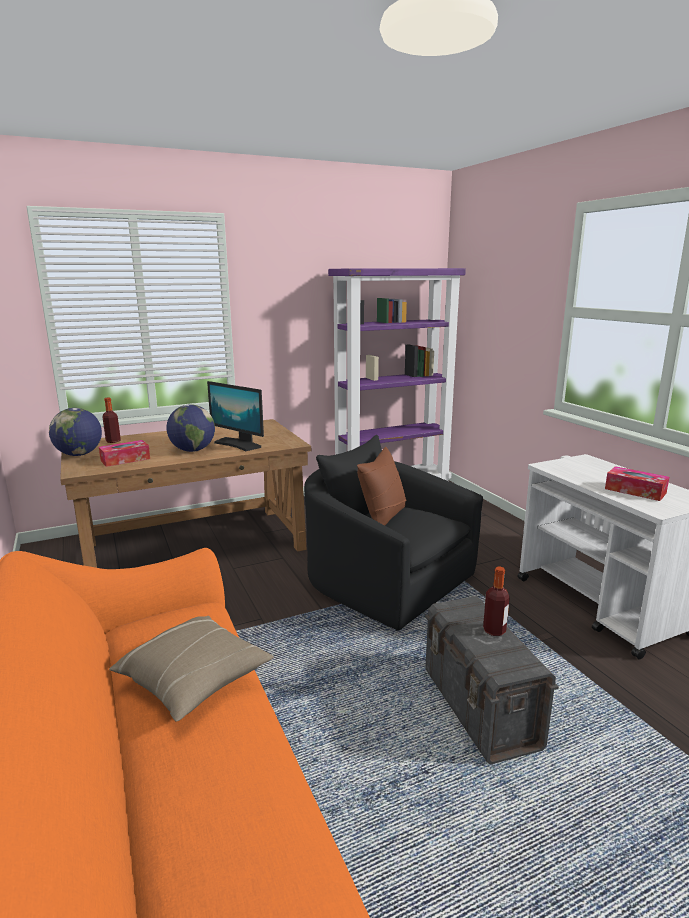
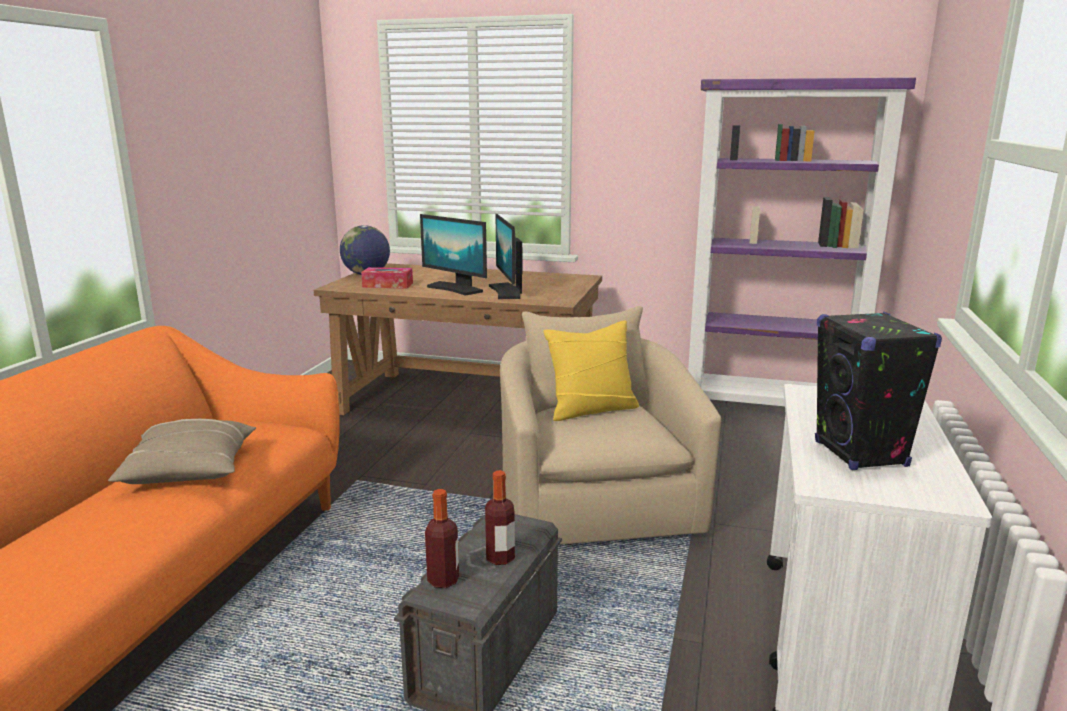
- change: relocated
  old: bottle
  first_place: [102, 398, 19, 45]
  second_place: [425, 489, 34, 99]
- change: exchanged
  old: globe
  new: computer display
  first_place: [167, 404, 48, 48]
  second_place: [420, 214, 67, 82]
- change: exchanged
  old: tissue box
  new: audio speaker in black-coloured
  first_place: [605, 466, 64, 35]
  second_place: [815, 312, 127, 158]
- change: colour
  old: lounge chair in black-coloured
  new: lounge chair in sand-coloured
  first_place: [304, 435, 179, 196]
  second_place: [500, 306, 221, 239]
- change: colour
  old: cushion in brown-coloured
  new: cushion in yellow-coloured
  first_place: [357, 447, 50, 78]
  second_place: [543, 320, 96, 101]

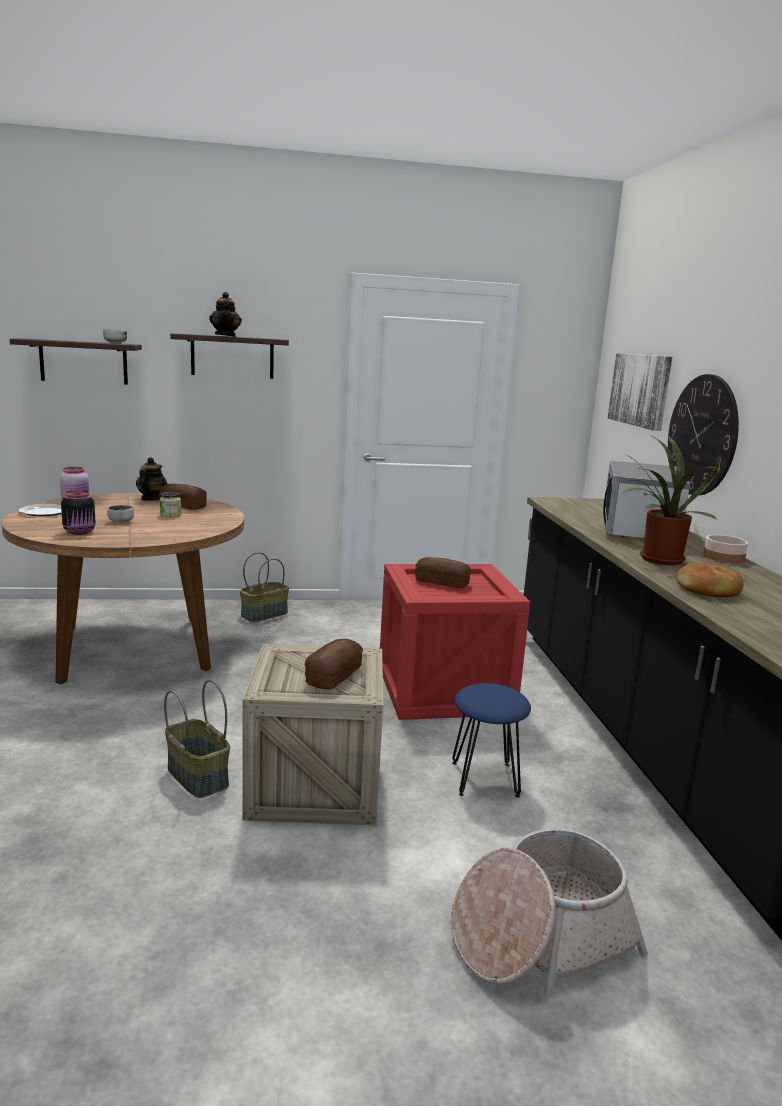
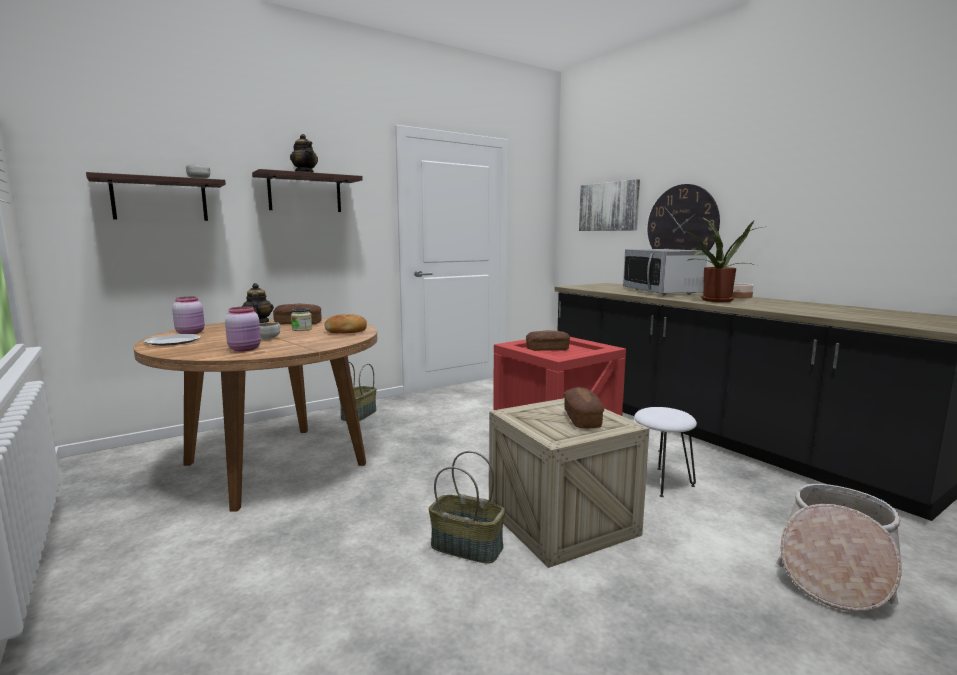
- change: relocated
  old: baked bread
  first_place: [676, 563, 68, 34]
  second_place: [325, 314, 42, 20]
- change: colour
  old: storage jar in black-coloured
  new: storage jar in pink
  first_place: [61, 490, 35, 45]
  second_place: [225, 307, 36, 45]
- change: colour
  old: sitting stool in bluish
  new: sitting stool in whitish
  first_place: [452, 683, 79, 115]
  second_place: [634, 407, 63, 90]

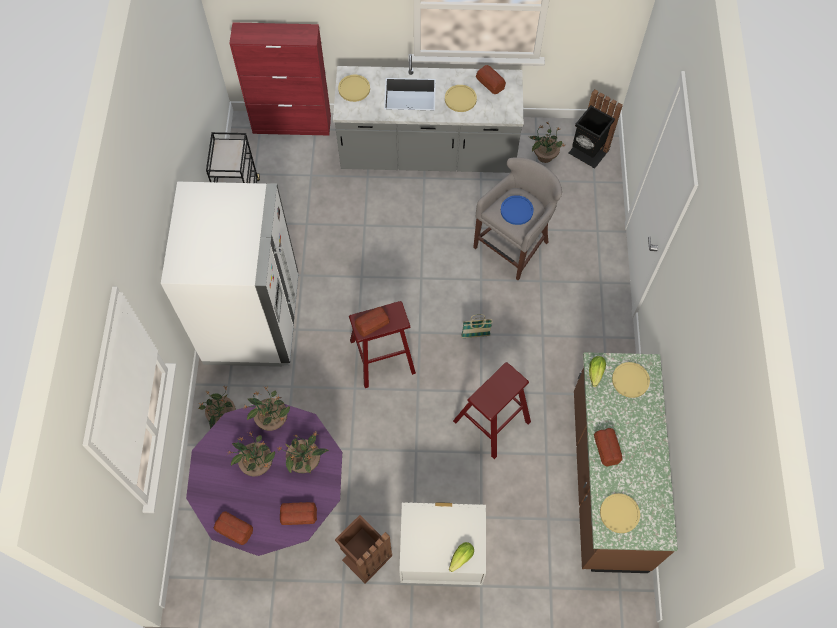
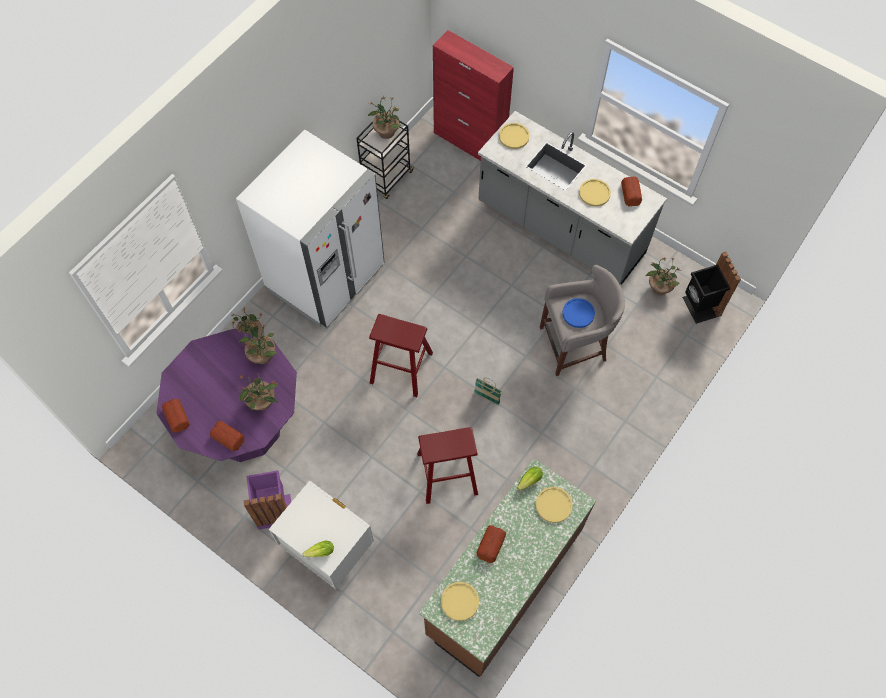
- change: missing
  old: baked bread
  first_place: [355, 307, 35, 30]
- change: relocated
  old: houseplant
  first_place: [227, 432, 48, 44]
  second_place: [368, 96, 34, 43]
- change: colour
  old: trash can in brown-coloured
  new: trash can in purple-coloured
  first_place: [335, 515, 57, 69]
  second_place: [243, 470, 48, 60]

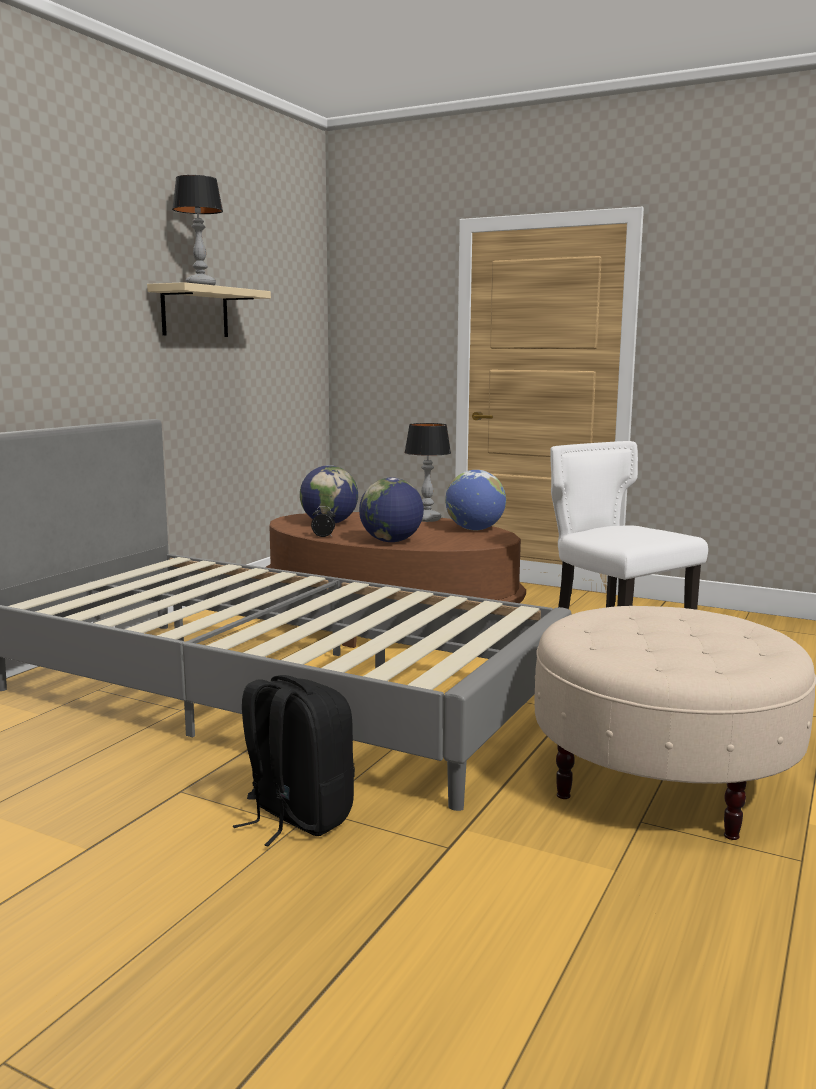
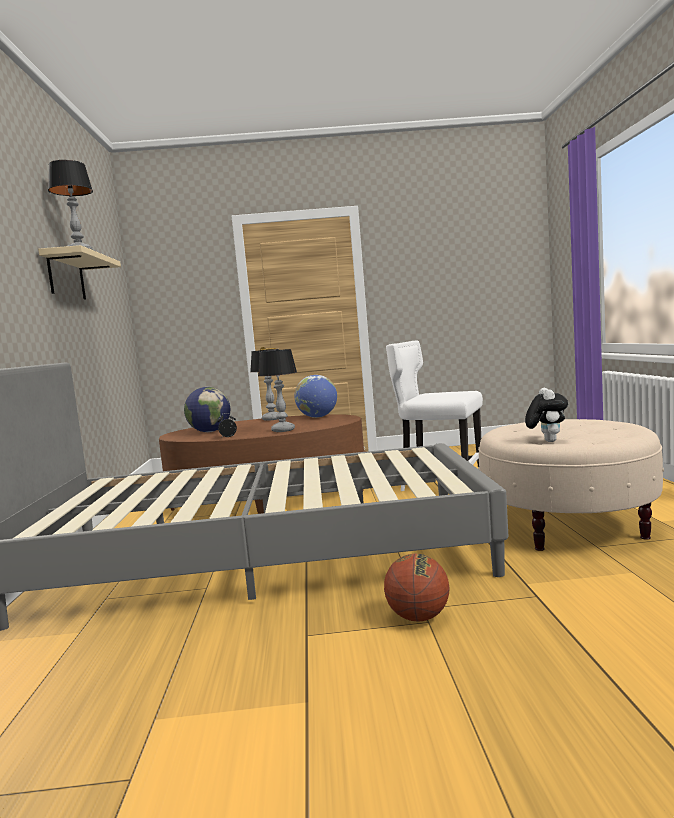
- change: appeared
  new: soft toy
  second_place: [525, 388, 43, 54]
- change: exchanged
  old: rucksack in black-coloured
  new: basketball
  first_place: [233, 675, 122, 171]
  second_place: [384, 554, 66, 68]
- change: exchanged
  old: globe
  new: lamp for a table
  first_place: [359, 477, 65, 65]
  second_place: [258, 349, 39, 83]

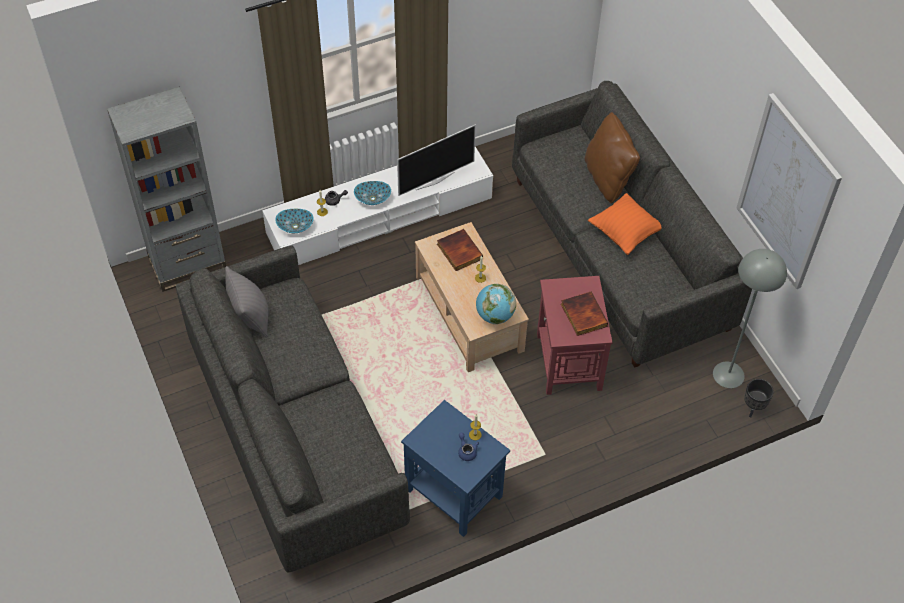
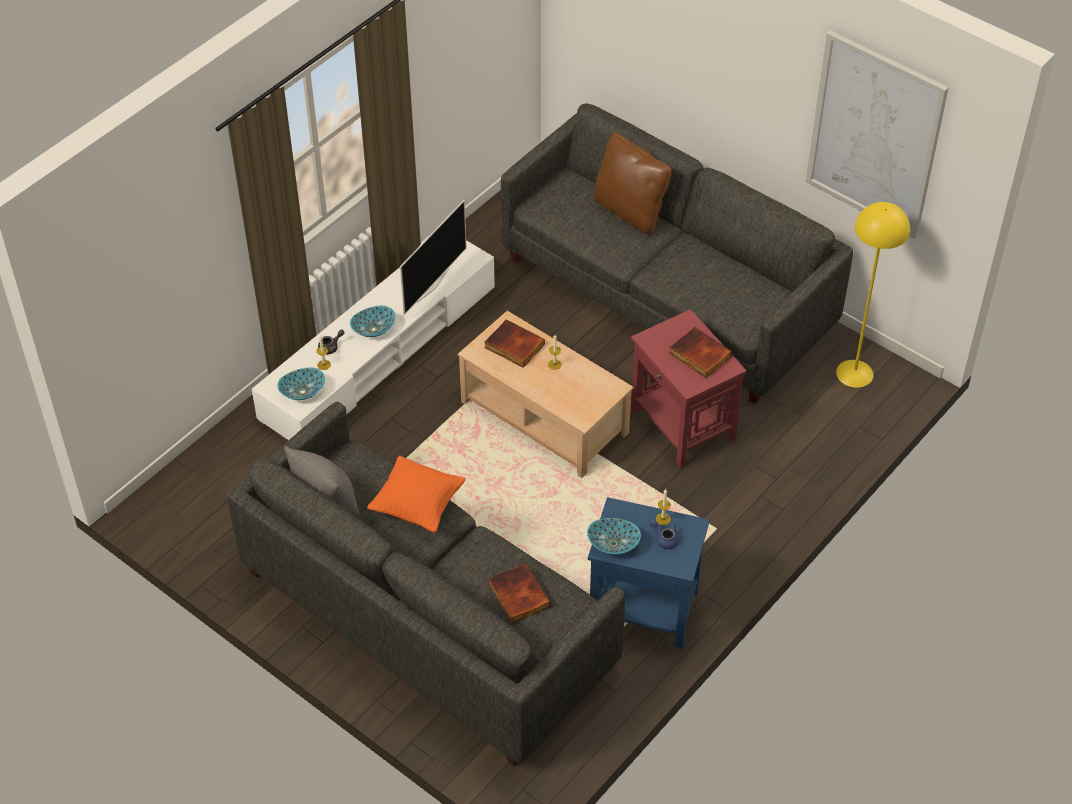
- change: missing
  old: bookcase in grey
  first_place: [107, 86, 119, 206]
- change: missing
  old: globe
  first_place: [476, 284, 40, 40]
- change: missing
  old: planter in black-coloured
  first_place: [744, 379, 30, 38]
- change: appeared
  new: book
  second_place: [488, 563, 62, 60]
- change: appeared
  new: deep dish
  second_place: [587, 518, 54, 36]
- change: relocated
  old: cushion in orangey
  first_place: [588, 193, 74, 62]
  second_place: [367, 455, 99, 78]
- change: colour
  old: standing lamp in grey
  new: standing lamp in yellow-coloured
  first_place: [713, 249, 74, 139]
  second_place: [836, 202, 74, 186]

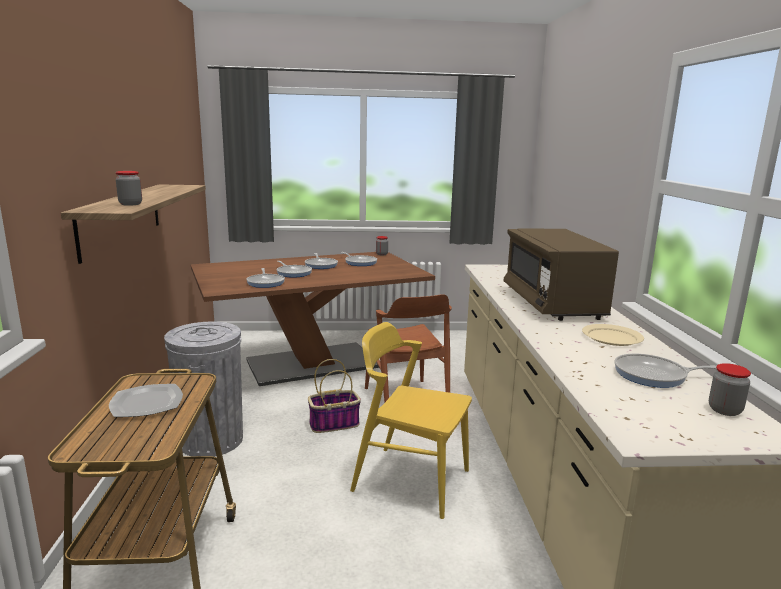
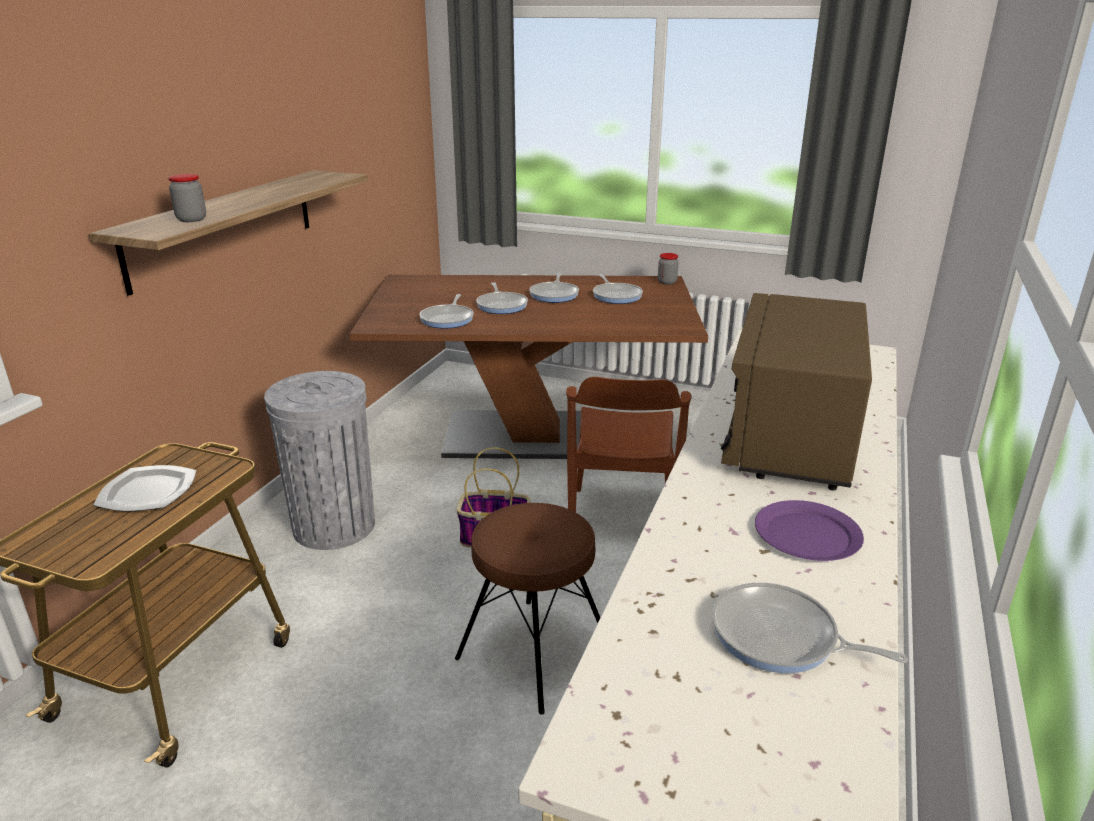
- change: missing
  old: storage jar
  first_place: [709, 363, 42, 53]
- change: exchanged
  old: plain chair in yellow-coloured
  new: sitting stool in brown-coloured
  first_place: [350, 322, 122, 197]
  second_place: [455, 503, 145, 212]
- change: colour
  old: dinner plate in sand-coloured
  new: dinner plate in purple-coloured
  first_place: [582, 324, 62, 22]
  second_place: [755, 500, 109, 61]

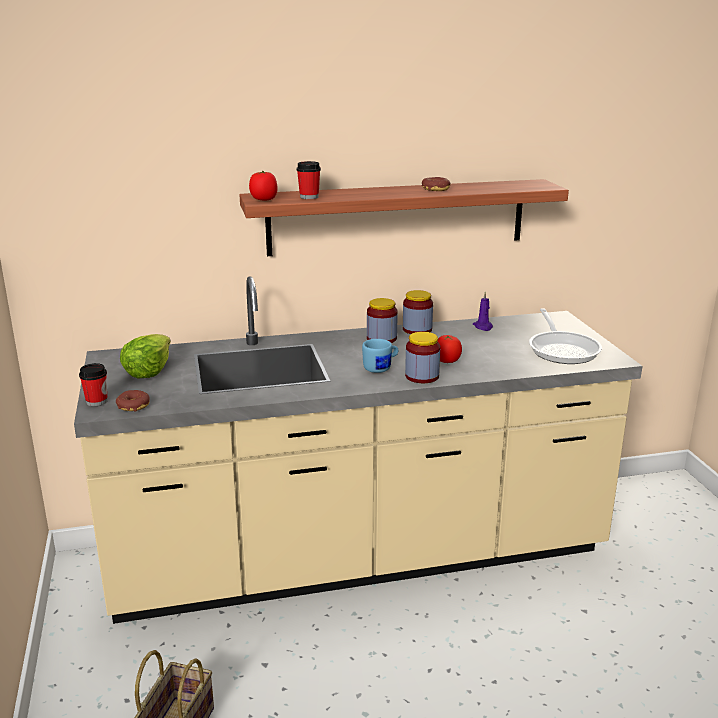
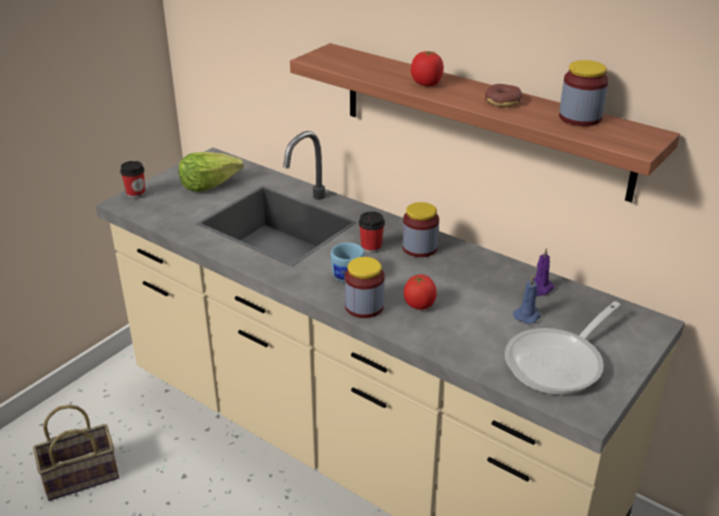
- change: missing
  old: doughnut
  first_place: [116, 390, 33, 22]
- change: appeared
  new: wax light in bluish
  second_place: [513, 275, 28, 49]
- change: relocated
  old: whole tomato
  first_place: [249, 171, 29, 29]
  second_place: [411, 51, 33, 35]
- change: relocated
  old: drinking cup
  first_place: [297, 161, 24, 38]
  second_place: [359, 211, 26, 43]
- change: relocated
  old: storage jar
  first_place: [403, 290, 30, 44]
  second_place: [559, 60, 50, 66]

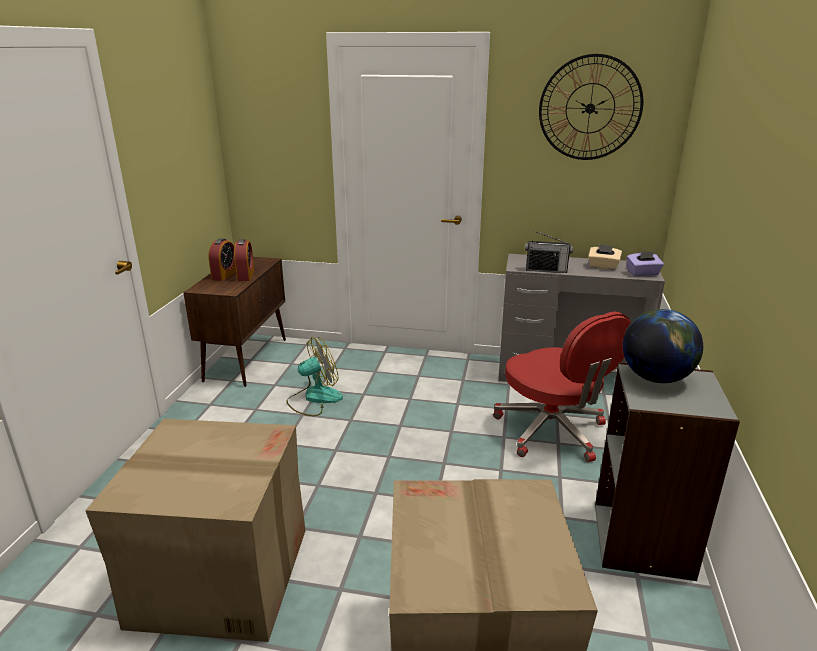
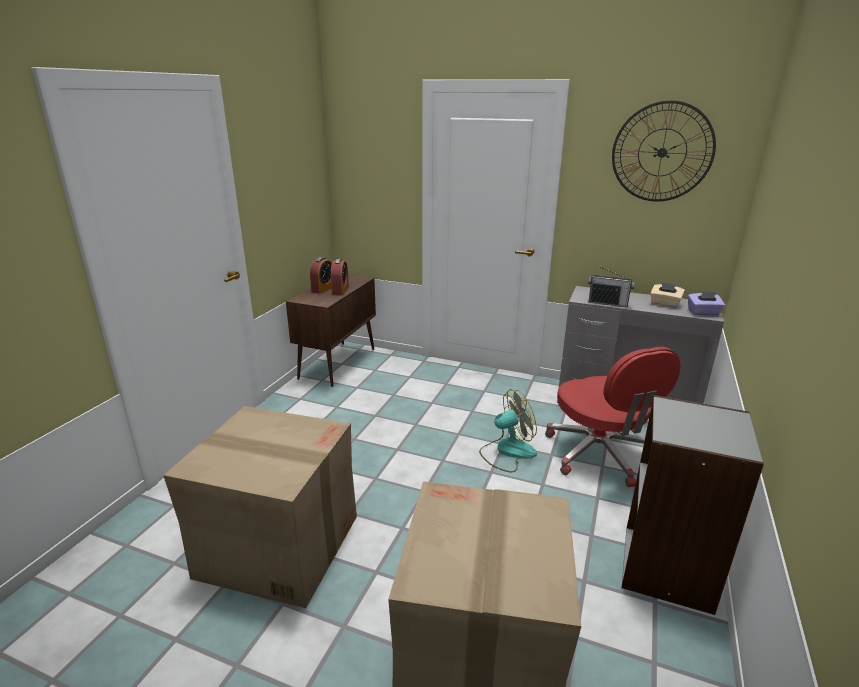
- change: missing
  old: globe
  first_place: [623, 309, 80, 74]
- change: relocated
  old: cooling fan
  first_place: [286, 336, 57, 80]
  second_place: [479, 389, 58, 83]

